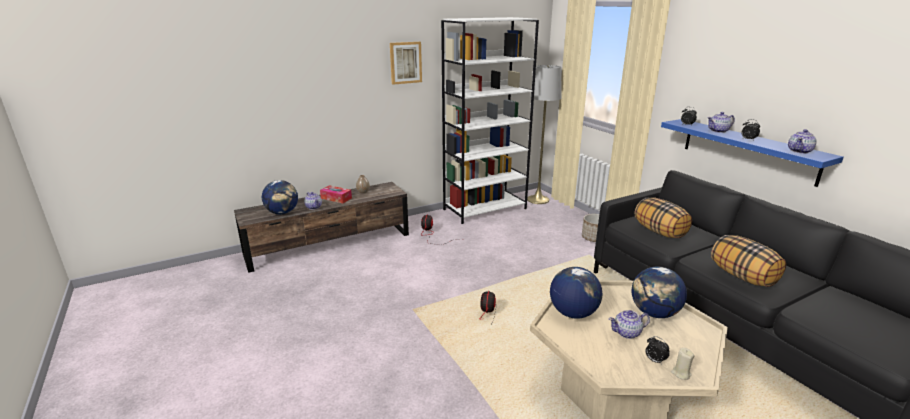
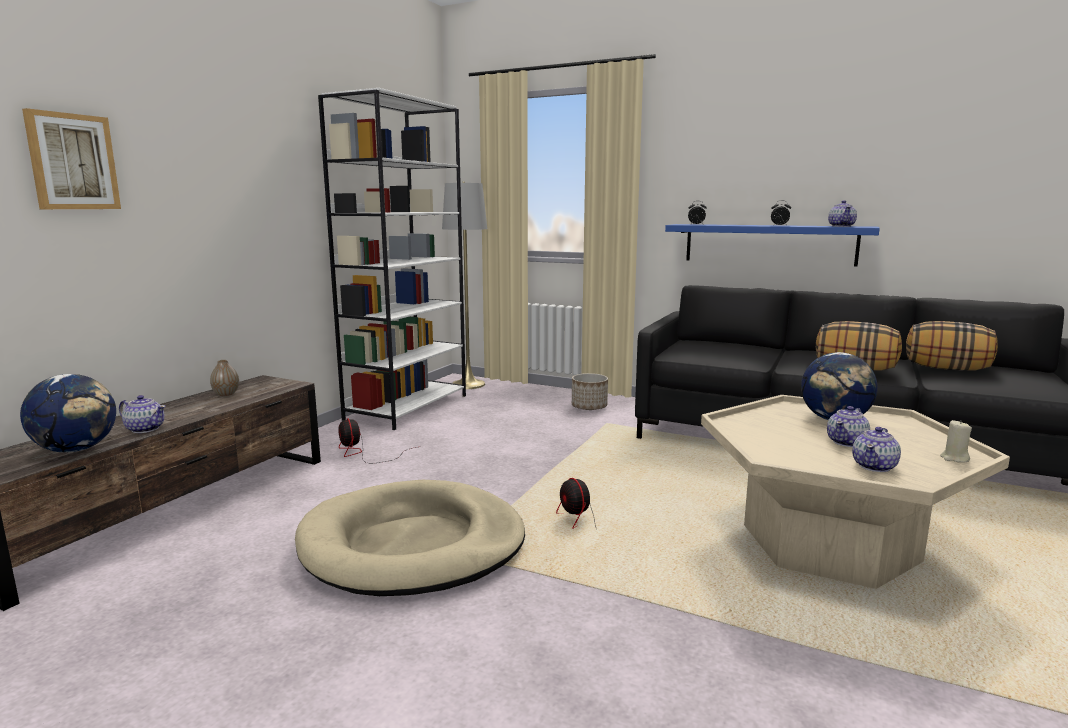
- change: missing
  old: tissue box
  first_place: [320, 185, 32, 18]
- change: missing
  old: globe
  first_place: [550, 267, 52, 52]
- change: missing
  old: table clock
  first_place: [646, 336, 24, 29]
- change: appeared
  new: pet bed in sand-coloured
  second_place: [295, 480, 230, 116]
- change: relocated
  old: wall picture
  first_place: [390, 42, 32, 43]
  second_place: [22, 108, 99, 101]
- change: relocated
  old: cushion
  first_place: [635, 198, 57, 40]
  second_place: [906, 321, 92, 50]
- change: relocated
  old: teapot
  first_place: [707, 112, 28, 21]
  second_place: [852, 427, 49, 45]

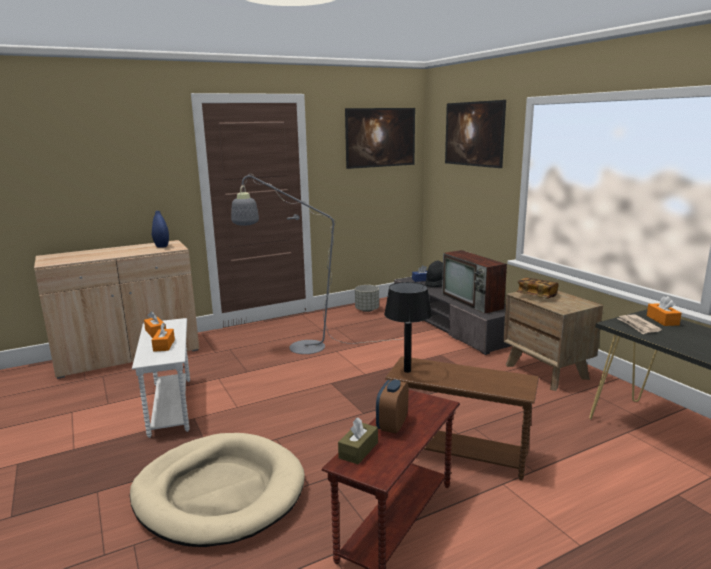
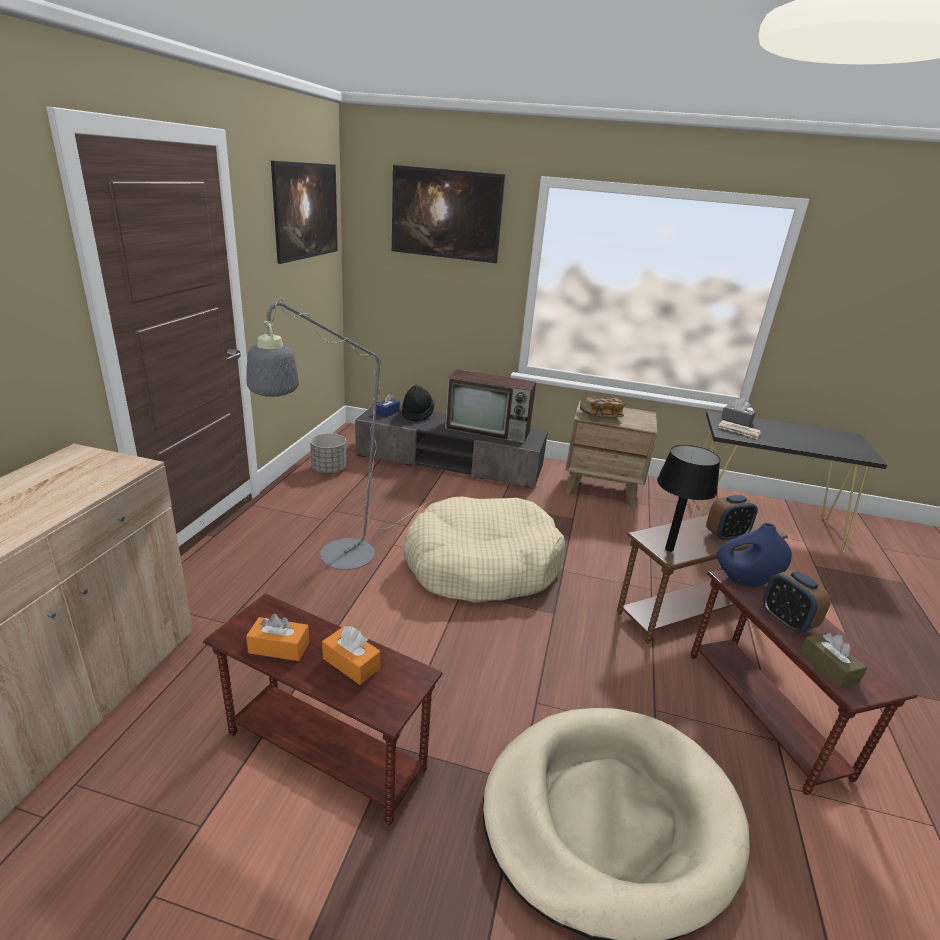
- change: appeared
  new: pet bed in sand-coloured
  second_place: [403, 497, 163, 106]
- change: appeared
  new: table clock
  second_place: [706, 495, 52, 46]
- change: relocated
  old: decorative vase in bluish
  first_place: [152, 211, 17, 37]
  second_place: [717, 523, 75, 64]
- change: colour
  old: end table in whitish
  new: end table in brown-coloured
  first_place: [132, 318, 58, 120]
  second_place: [203, 594, 240, 231]
- change: colour
  old: tissue box in orangey
  new: tissue box in grey
  first_place: [647, 296, 35, 30]
  second_place: [721, 398, 35, 28]

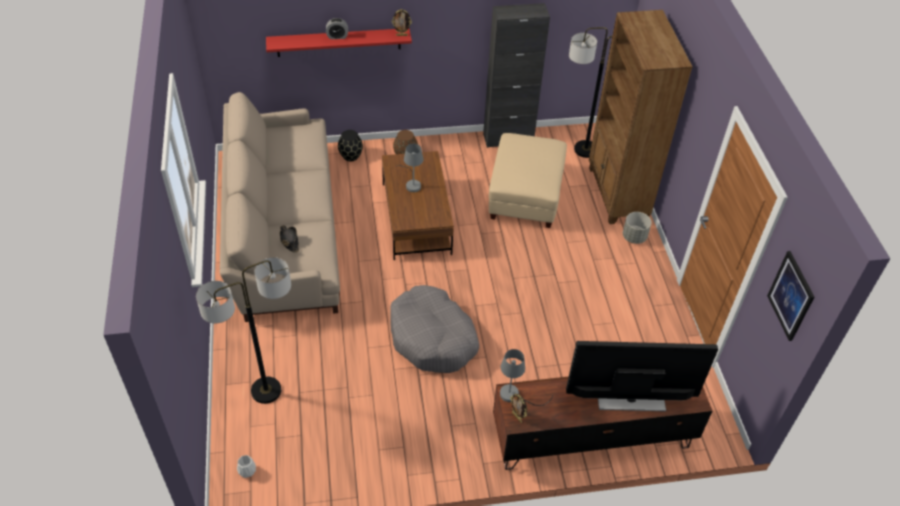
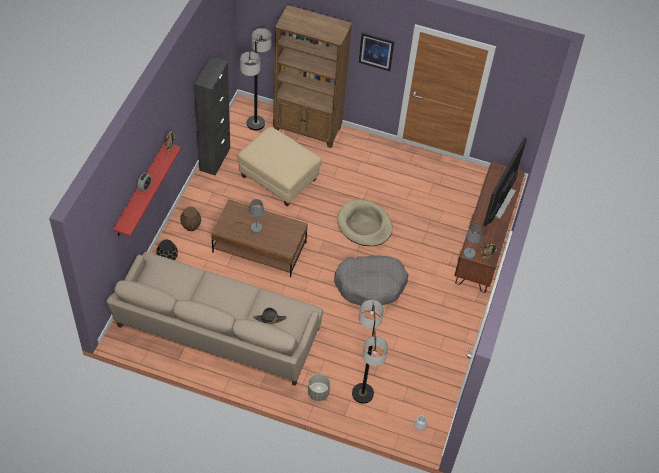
- change: appeared
  new: pet bed in sand-coloured
  second_place: [337, 199, 56, 47]
- change: relocated
  old: planter in grey
  first_place: [623, 212, 29, 32]
  second_place: [308, 374, 22, 27]
- change: relocated
  old: wall picture
  first_place: [767, 251, 47, 90]
  second_place: [358, 32, 36, 39]

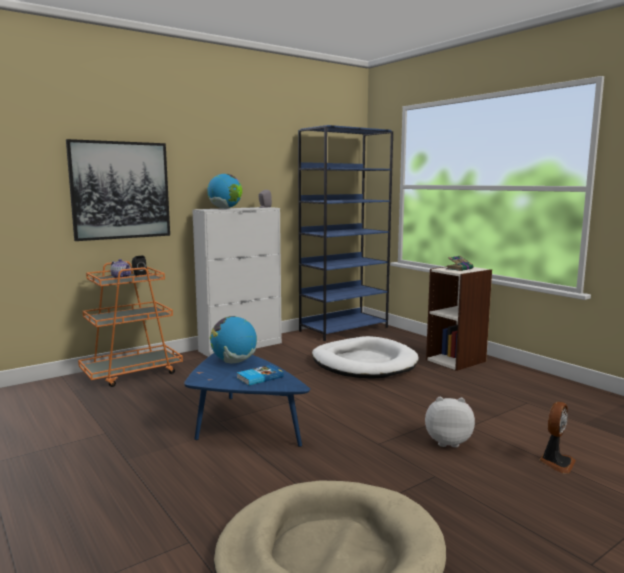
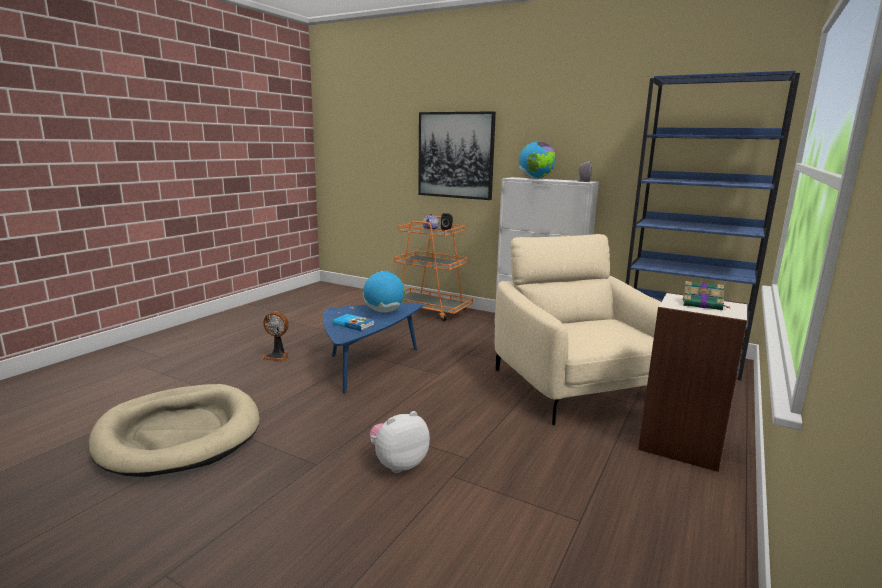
- change: relocated
  old: cooling fan
  first_place: [539, 402, 37, 72]
  second_place: [262, 311, 27, 51]
- change: exchanged
  old: pet bed in whitish
  new: lounge chair in sand-coloured
  first_place: [312, 336, 107, 43]
  second_place: [495, 234, 166, 191]
- change: spun
  old: soft toy
  first_place: [425, 397, 50, 51]
  second_place: [370, 411, 60, 62]
  degrees: -105

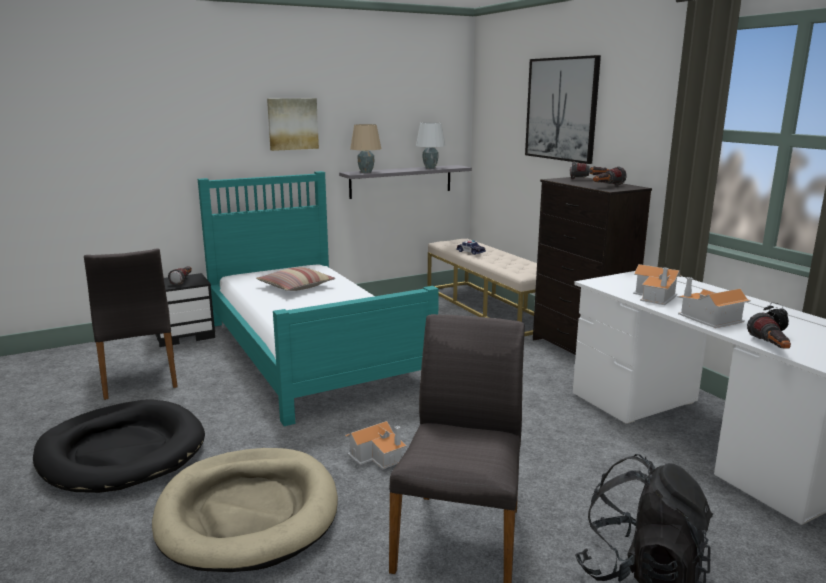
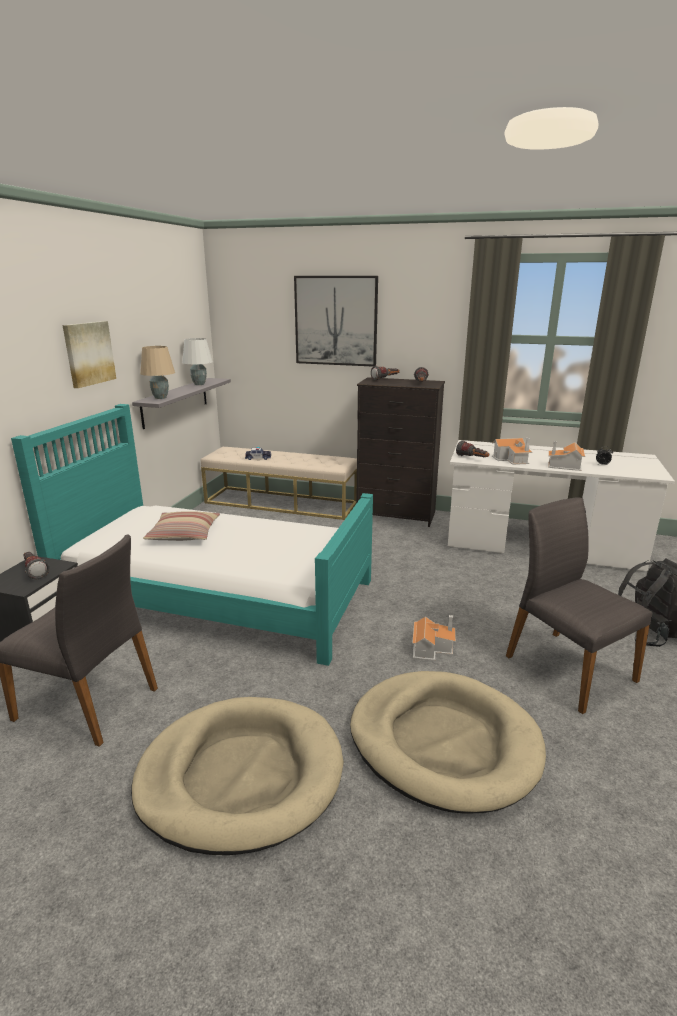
- change: relocated
  old: hand torch
  first_place: [747, 312, 44, 37]
  second_place: [456, 440, 33, 17]
- change: colour
  old: pet bed in black-coloured
  new: pet bed in sand-coloured
  first_place: [33, 400, 172, 93]
  second_place: [131, 697, 213, 158]

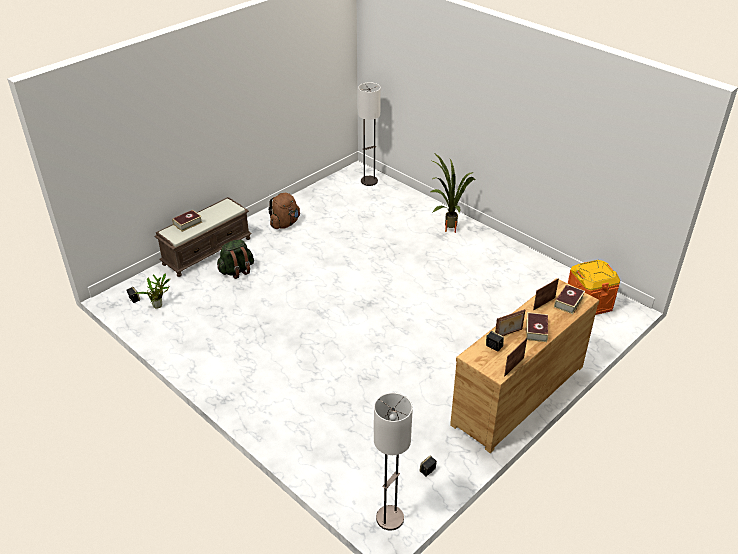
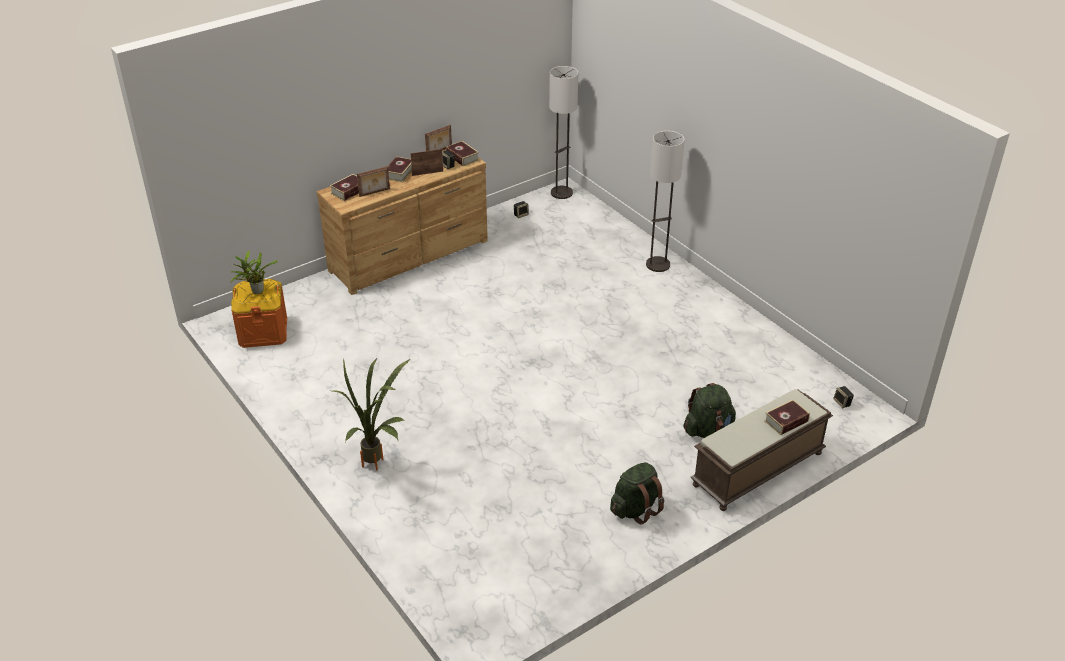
- change: appeared
  new: book
  second_place: [446, 141, 33, 25]
- change: relocated
  old: houseplant
  first_place: [135, 273, 34, 36]
  second_place: [231, 251, 47, 43]
- change: relocated
  old: standing lamp
  first_place: [358, 82, 23, 104]
  second_place: [646, 131, 39, 141]
- change: colour
  old: rucksack in brown-coloured
  new: rucksack in greenish
  first_place: [268, 193, 32, 36]
  second_place: [610, 462, 54, 62]

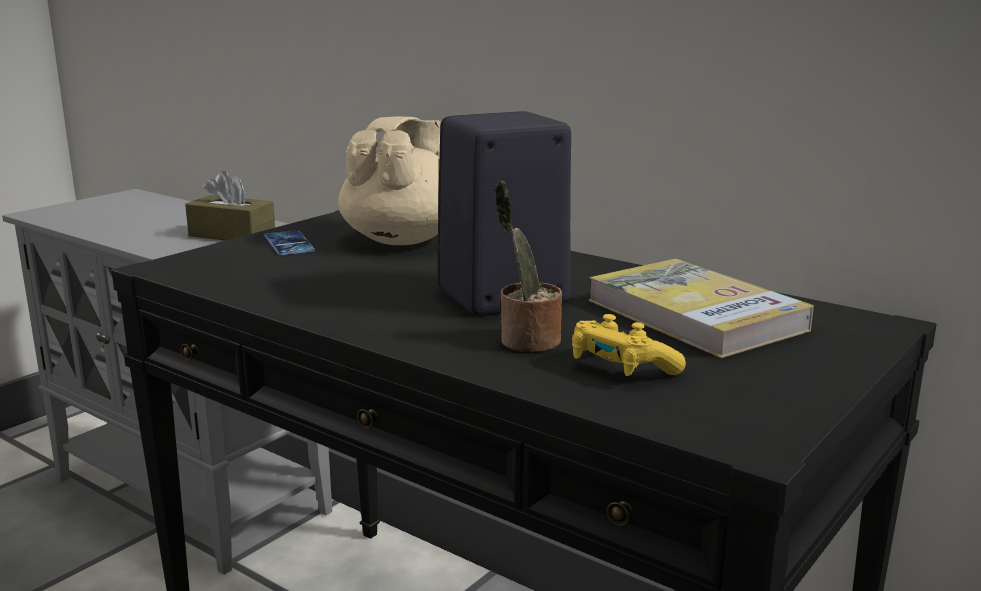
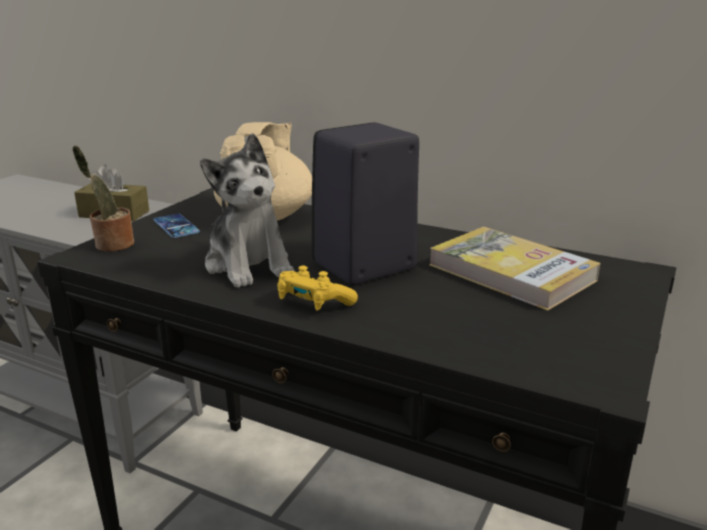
- change: appeared
  new: soft toy
  second_place: [200, 133, 95, 155]
- change: relocated
  old: houseplant
  first_place: [495, 181, 67, 171]
  second_place: [73, 145, 61, 107]
- change: relocated
  old: game controller in yellow-coloured
  first_place: [572, 314, 114, 62]
  second_place: [277, 266, 81, 45]

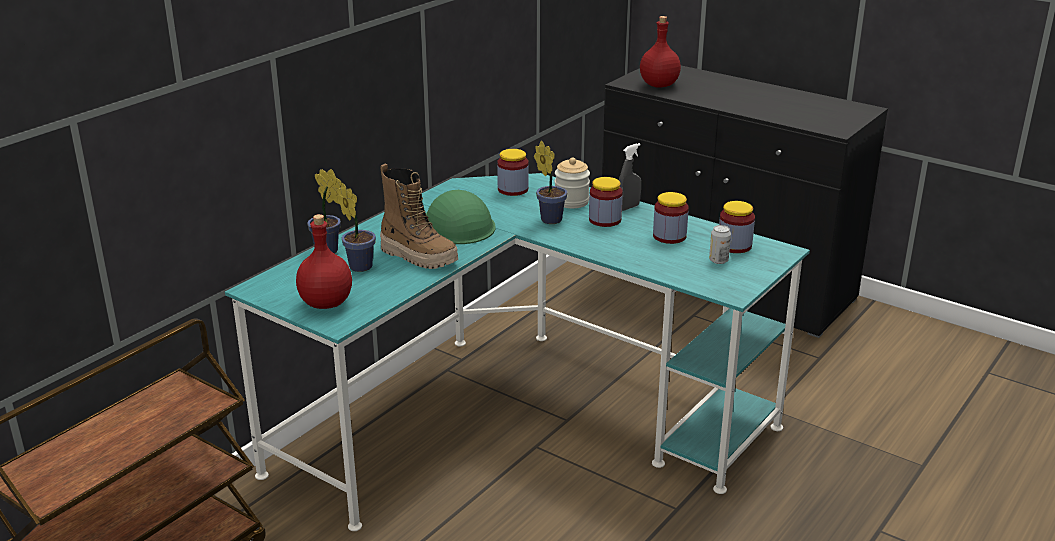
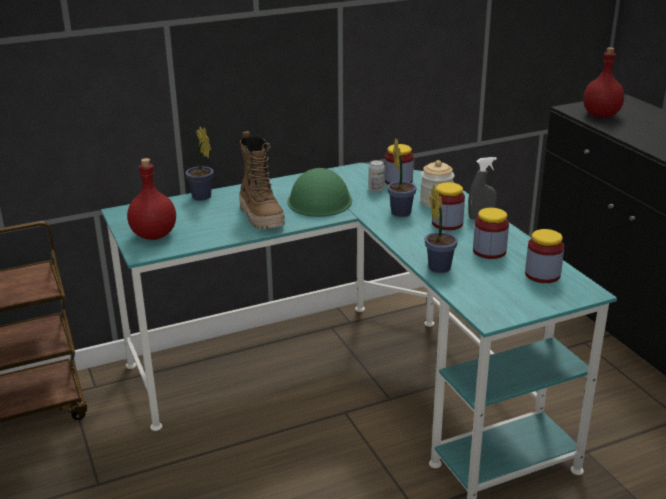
- change: relocated
  old: houseplant
  first_place: [337, 183, 39, 89]
  second_place: [425, 185, 33, 88]
- change: relocated
  old: sealed can
  first_place: [709, 225, 22, 39]
  second_place: [369, 160, 16, 32]

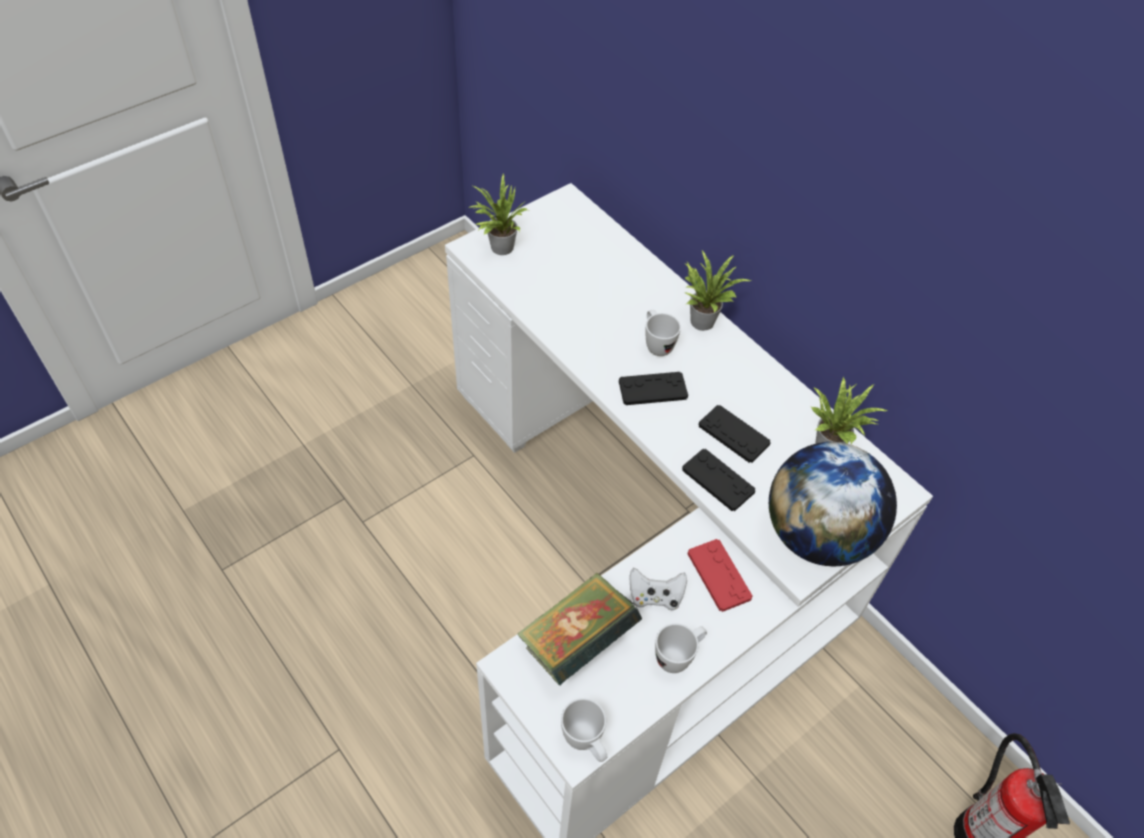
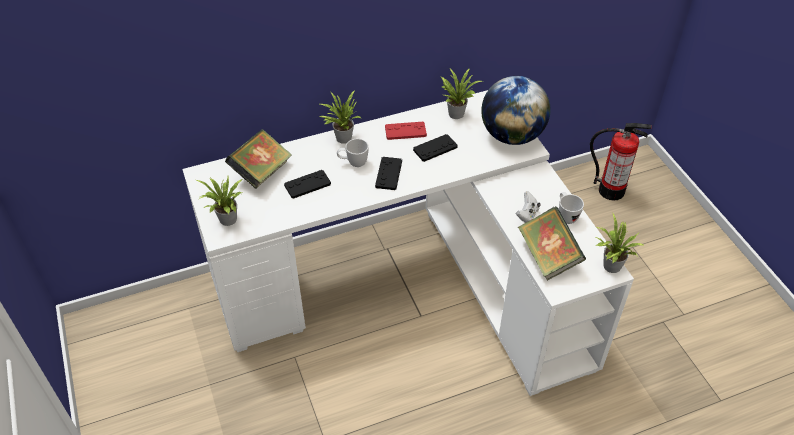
- change: appeared
  new: book
  second_place: [225, 129, 67, 60]
- change: relocated
  old: game controller in black-coloured
  first_place: [682, 449, 74, 62]
  second_place: [284, 170, 47, 29]
- change: relocated
  old: game controller in red
  first_place: [688, 539, 64, 73]
  second_place: [385, 122, 42, 18]
- change: exchanged
  old: tea mug in whitish
  new: houseplant
  first_place: [561, 698, 46, 64]
  second_place: [595, 212, 50, 61]

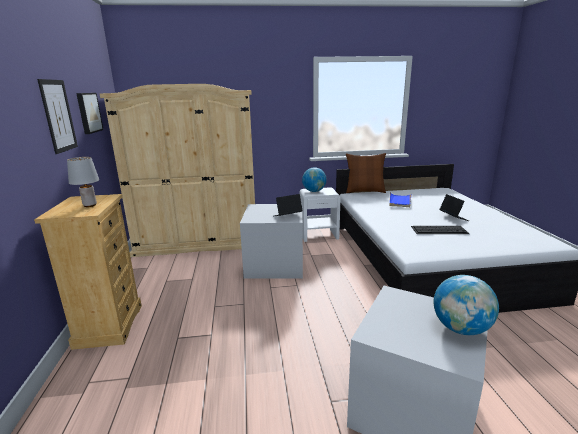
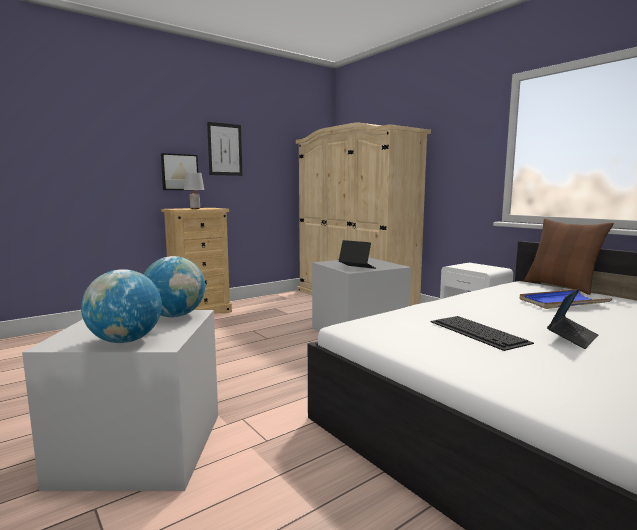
- change: relocated
  old: wall picture
  first_place: [76, 93, 28, 41]
  second_place: [161, 153, 37, 37]
- change: relocated
  old: globe
  first_place: [302, 167, 25, 25]
  second_place: [144, 256, 61, 61]

